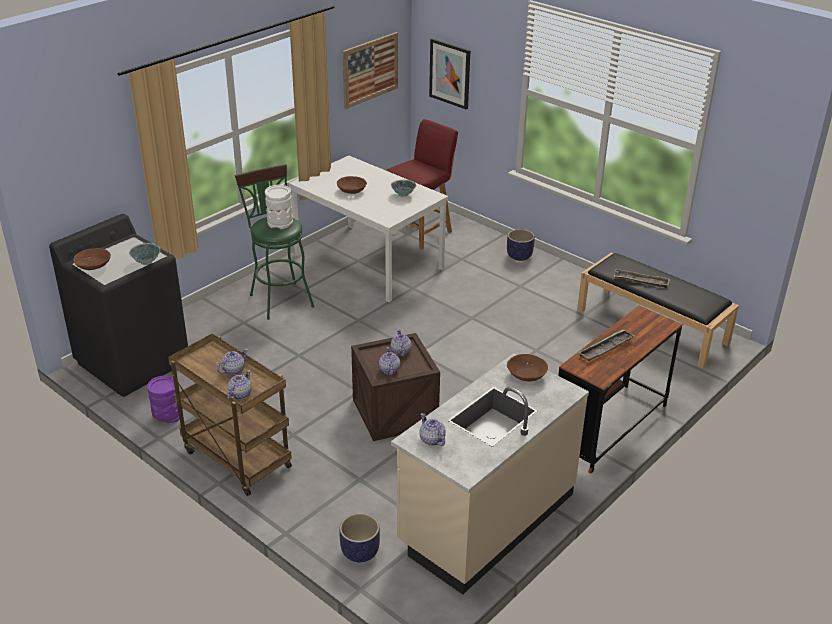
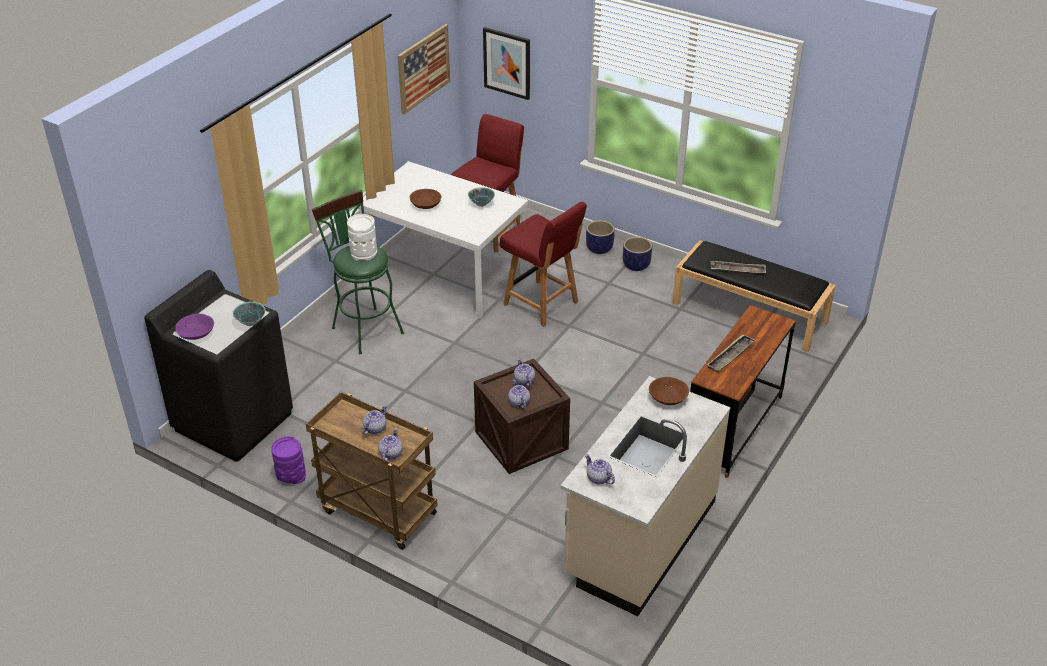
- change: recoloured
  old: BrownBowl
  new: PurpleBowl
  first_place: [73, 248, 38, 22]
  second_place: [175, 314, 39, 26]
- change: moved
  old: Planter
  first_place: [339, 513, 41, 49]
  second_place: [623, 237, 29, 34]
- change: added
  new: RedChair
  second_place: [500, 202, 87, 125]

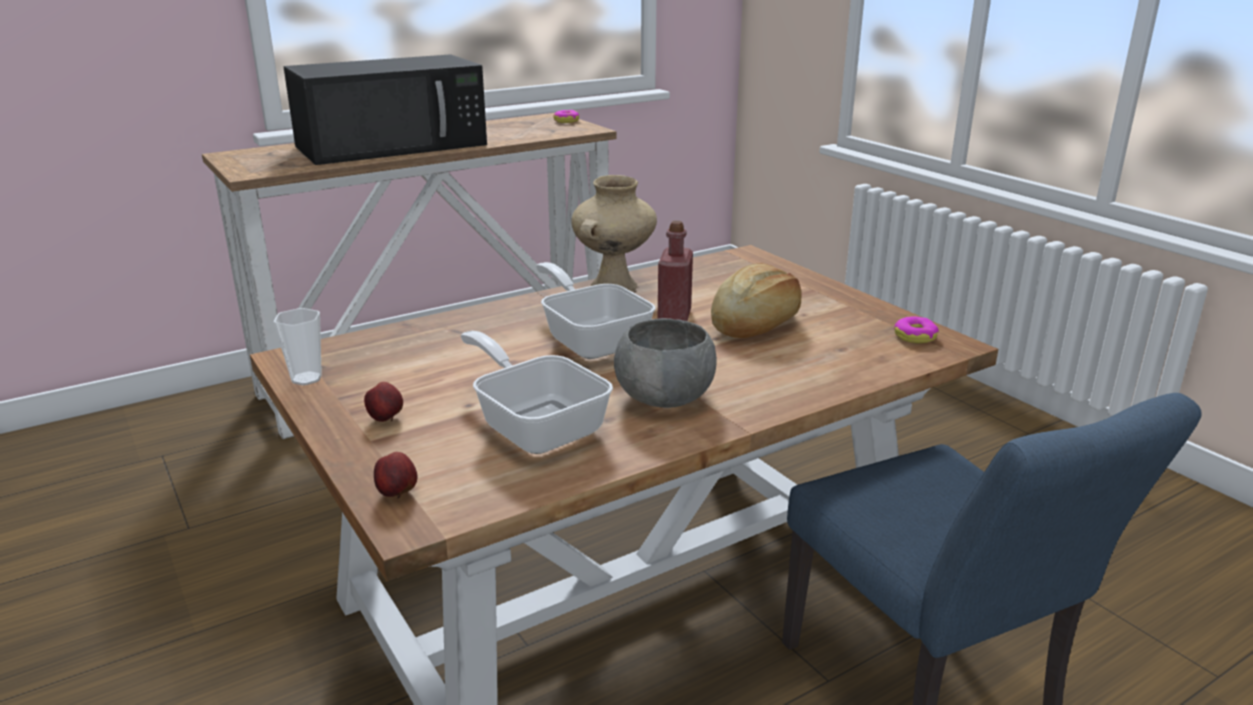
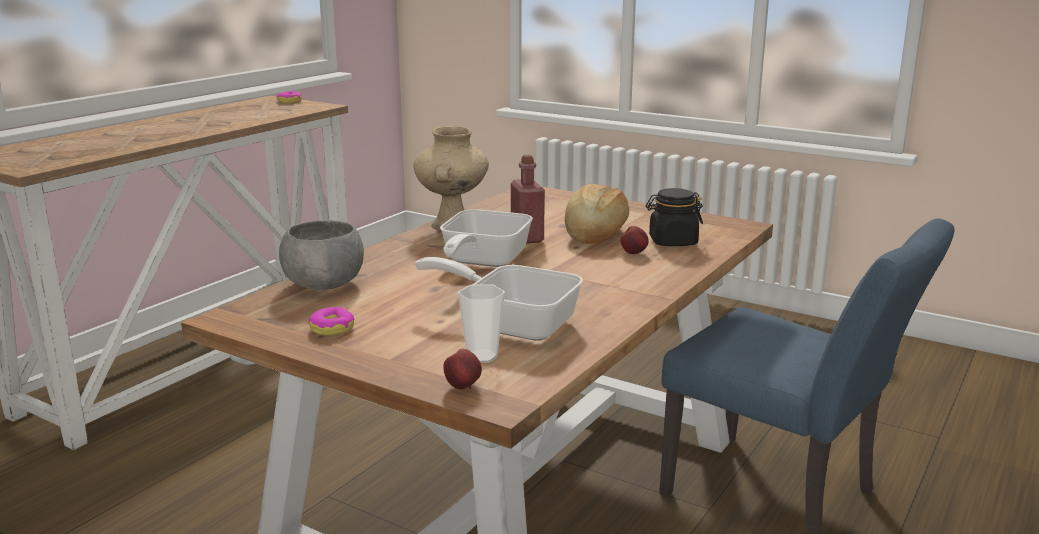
- change: removed
  old: BlackMicrowave
  first_place: [284, 54, 203, 111]
- change: turned
  old: FryingPan
  first_place: [536, 262, 119, 97]
  second_place: [440, 209, 93, 58]
  degrees: -105
- change: moved
  old: Cup
  first_place: [273, 308, 49, 77]
  second_place: [458, 284, 47, 79]
- change: moved
  old: Donut
  first_place: [893, 316, 46, 27]
  second_place: [308, 307, 47, 29]
- change: moved
  old: GreyBowl
  first_place: [614, 318, 103, 90]
  second_place: [279, 220, 85, 70]
- change: moved
  old: Apple
  first_place: [364, 382, 39, 40]
  second_place: [620, 226, 29, 28]
- change: added
  new: BlackJar
  second_place: [646, 188, 57, 58]

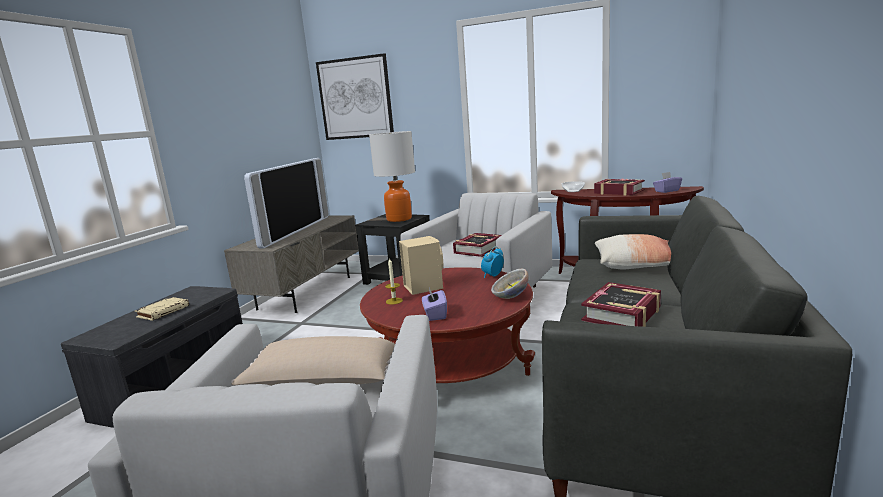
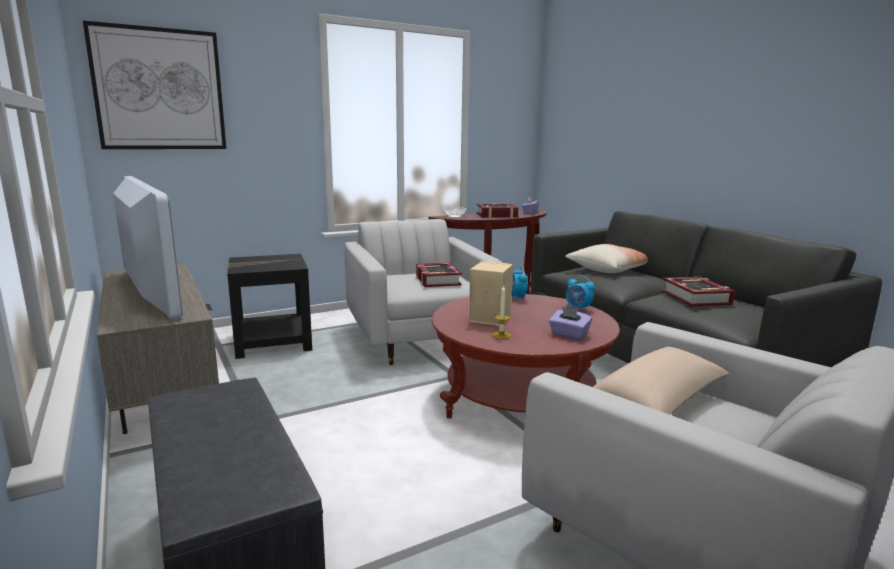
- change: removed
  old: TableLamp
  first_place: [369, 131, 46, 91]
- change: replaced
  old: Bowl
  new: AlarmClock
  first_place: [491, 269, 38, 30]
  second_place: [566, 275, 29, 37]
- change: removed
  old: BeigeBook
  first_place: [135, 297, 54, 24]

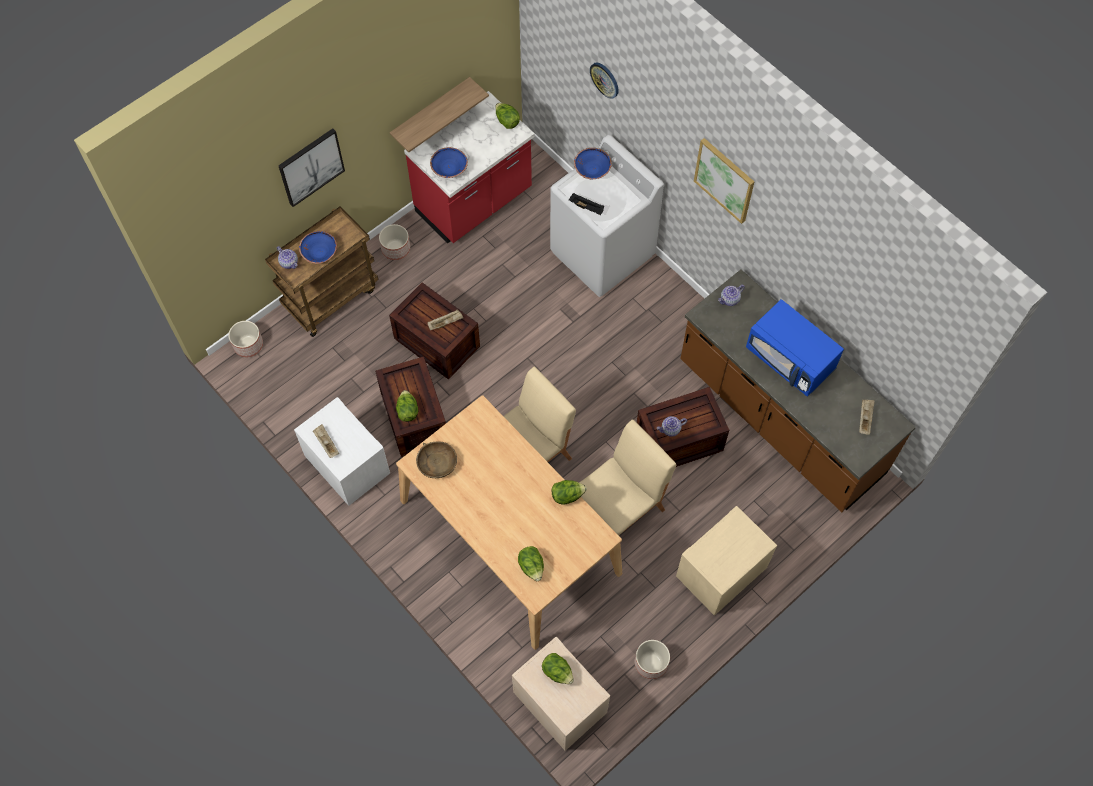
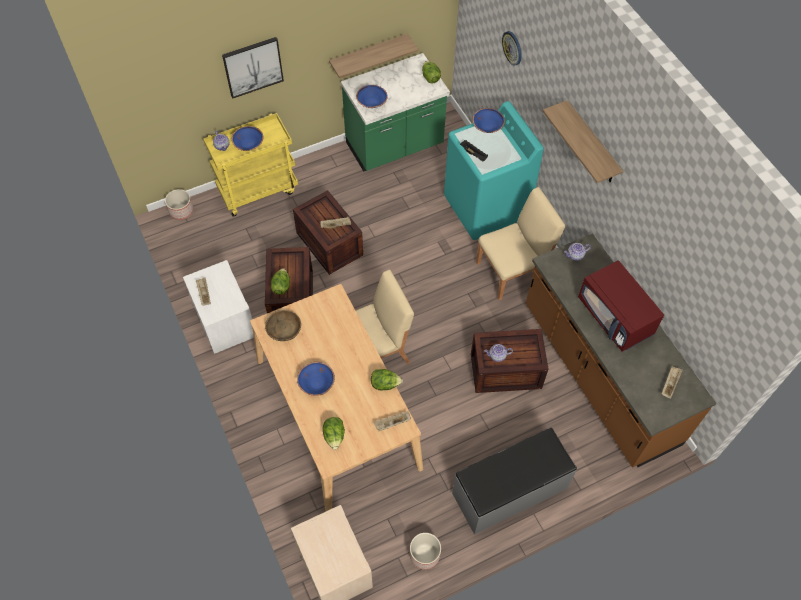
- change: recoloured
  old: RedCounter
  new: GreenCounter
  first_place: [404, 91, 131, 152]
  second_place: [341, 53, 109, 119]
- change: recoloured
  old: WhiteWashingMachine
  new: TurquoiseWashingMachine
  first_place: [550, 135, 114, 162]
  second_place: [444, 101, 100, 139]
- change: replaced
  old: Picture
  new: Shelf
  first_place: [694, 138, 60, 86]
  second_place: [543, 100, 80, 83]
- change: recoloured
  old: BrownCart
  new: YellowCart
  first_place: [265, 206, 113, 131]
  second_place: [204, 113, 94, 104]
- change: removed
  old: Planter
  first_place: [379, 224, 31, 36]
- change: recoloured
  old: BlueMicrowave
  new: RedMicrowave
  first_place: [746, 299, 98, 98]
  second_place: [578, 260, 86, 92]
- change: moved
  old: BeigeChair
  first_place: [579, 419, 97, 117]
  second_place: [476, 187, 89, 113]
- change: replaced
  old: BeigeNightstand
  new: GreyBench
  first_place: [676, 506, 101, 110]
  second_place: [452, 428, 125, 107]
- change: removed
  old: Lettuce
  first_place: [542, 653, 32, 31]
- change: added
  new: BlueBowl
  second_place: [297, 362, 38, 34]
- change: added
  new: BeigeTray
  second_place: [374, 411, 37, 20]

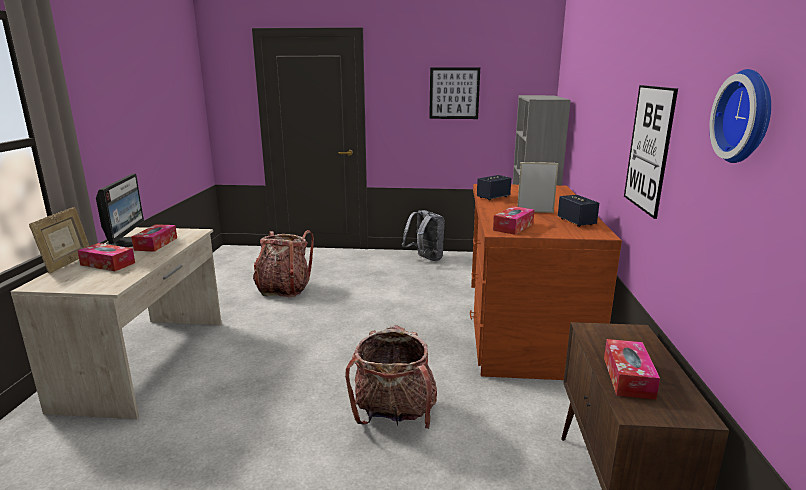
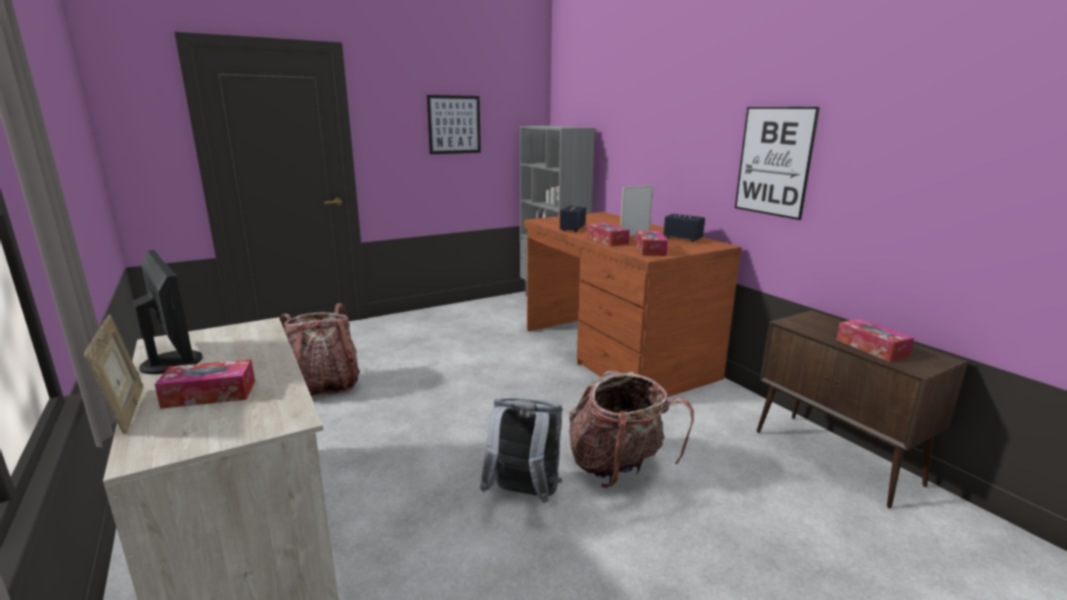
- change: removed
  old: WallClock
  first_place: [709, 69, 62, 94]
- change: moved
  old: GreyBackpack
  first_place: [402, 210, 43, 51]
  second_place: [480, 398, 83, 105]
- change: moved
  old: TissueBox
  first_place: [131, 224, 46, 28]
  second_place: [587, 223, 43, 24]

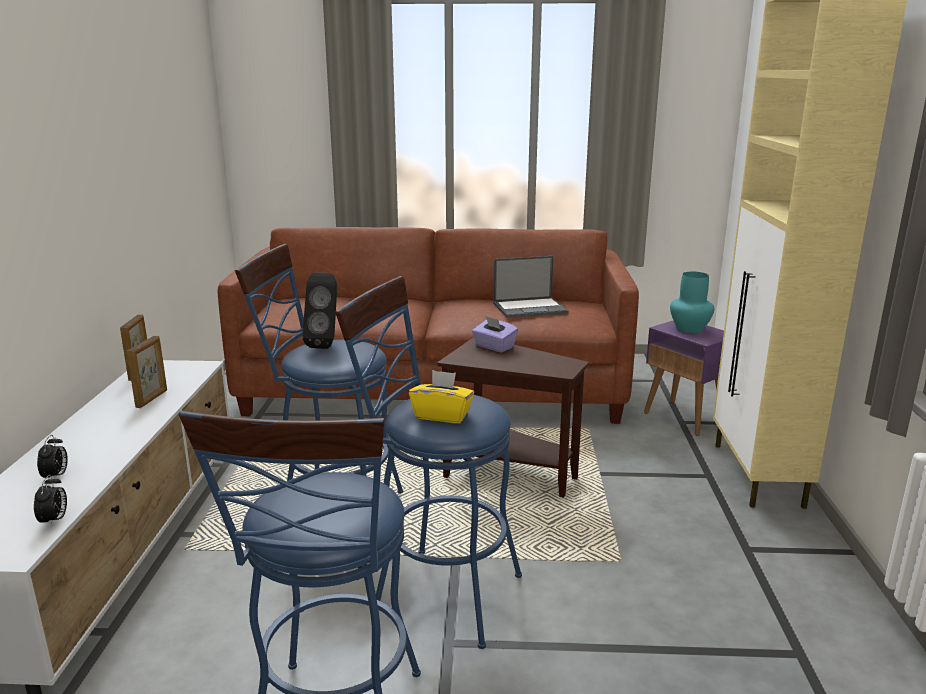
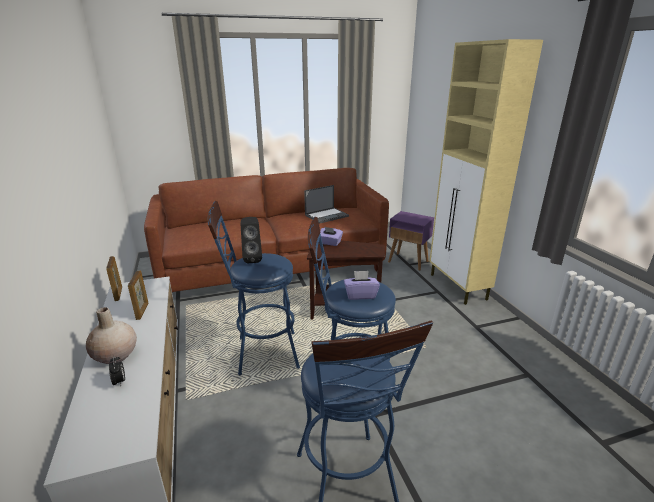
- change: removed
  old: TurquoiseVase
  first_place: [670, 272, 44, 61]
- change: recoloured
  old: YellowTissueBox
  new: PurpleTissueBox
  first_place: [409, 370, 65, 53]
  second_place: [344, 271, 36, 29]
- change: removed
  old: AlarmClock
  first_place: [34, 475, 33, 53]
- change: added
  new: BeigeVase
  second_place: [86, 307, 51, 57]

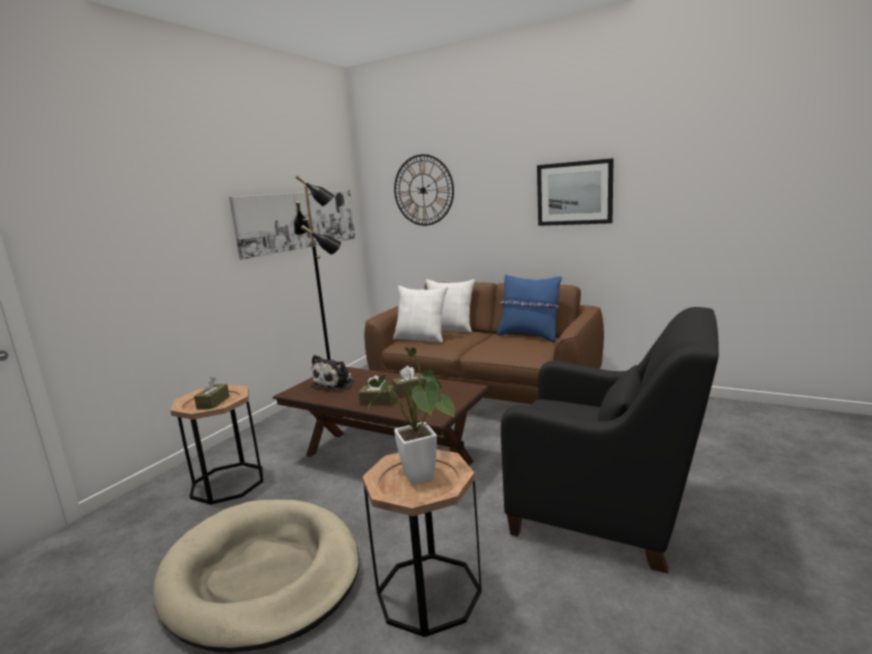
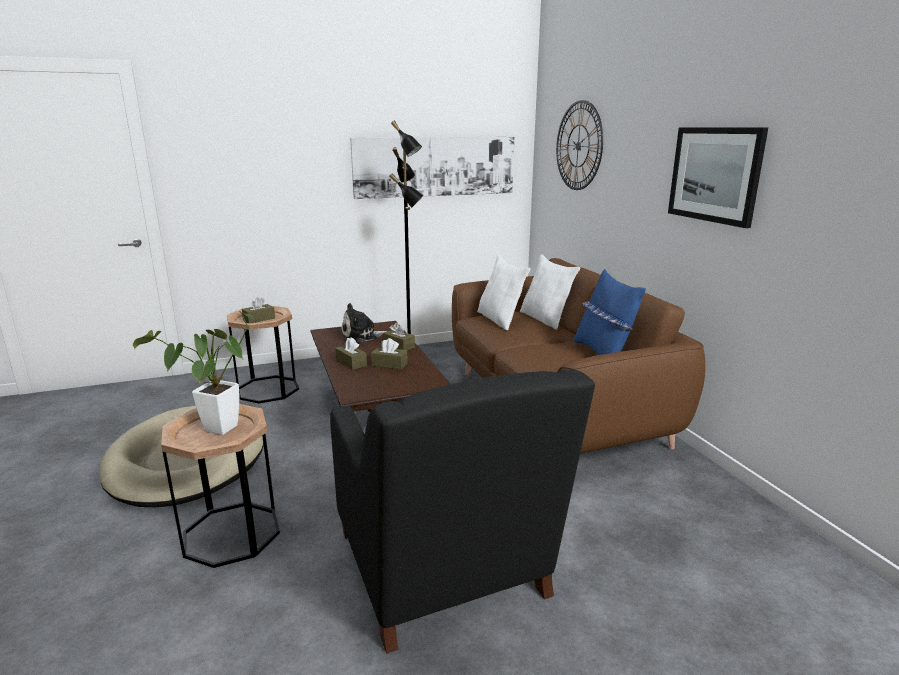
- change: added
  new: BrownTissueBox
  second_place: [383, 322, 32, 28]

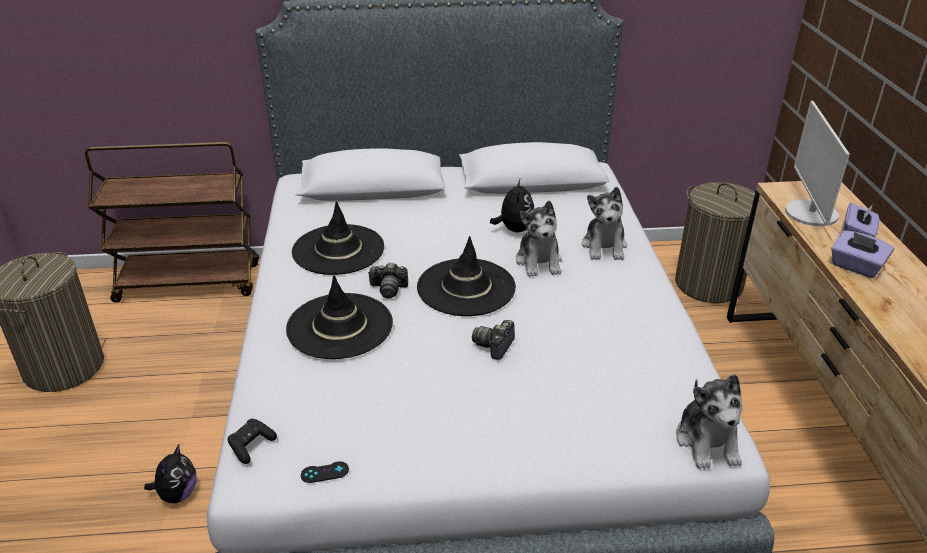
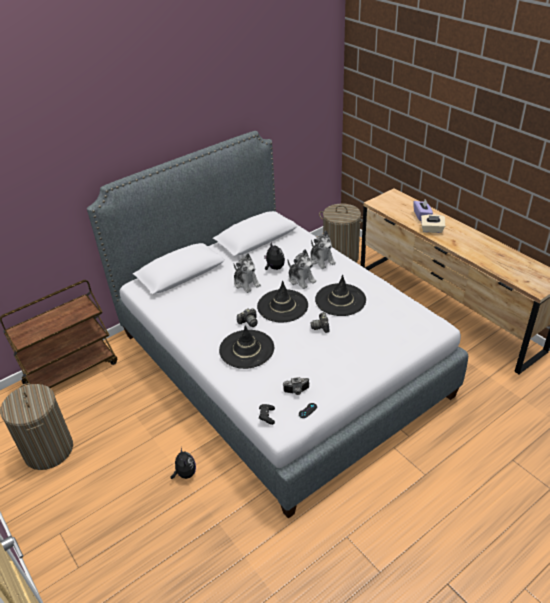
- change: removed
  old: Monitor
  first_place: [785, 101, 65, 125]
- change: moved
  old: BlackHat
  first_place: [292, 201, 92, 74]
  second_place: [315, 275, 51, 41]
- change: recoloured
  old: PurpleTissueBox
  new: BeigeTissueBox
  first_place: [831, 231, 63, 47]
  second_place: [421, 214, 24, 19]
- change: moved
  old: PlushToy
  first_place: [676, 374, 67, 95]
  second_place: [234, 253, 27, 40]
- change: added
  new: PhotoCamera
  second_place: [283, 377, 26, 18]

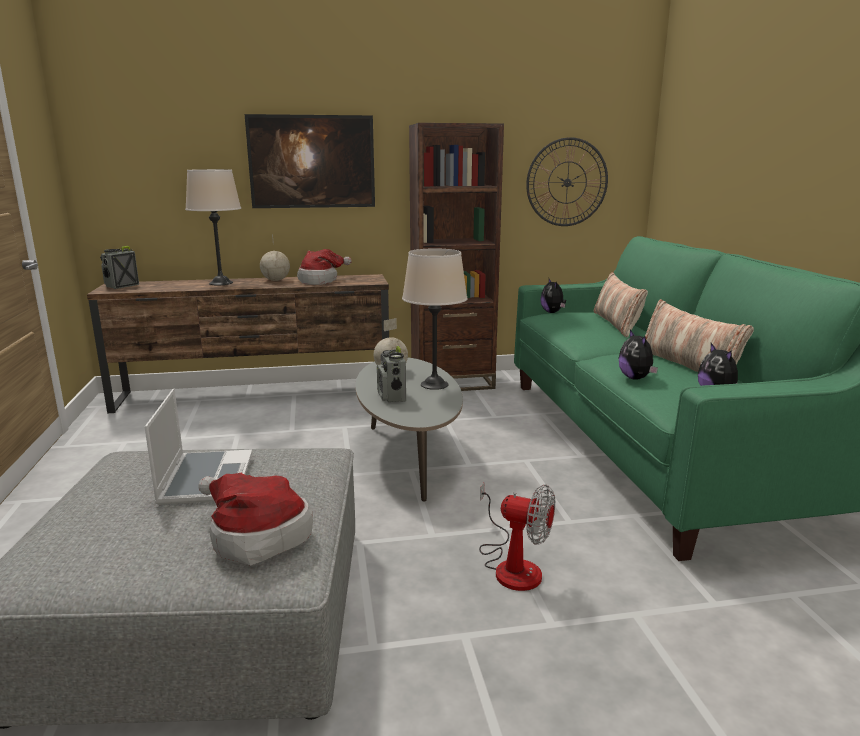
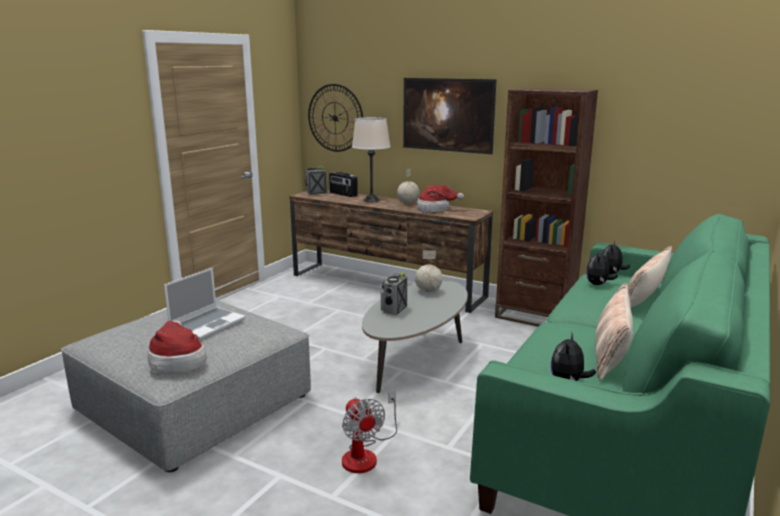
- change: moved
  old: WallClock
  first_place: [526, 137, 82, 89]
  second_place: [308, 84, 55, 68]
- change: removed
  old: BeigeTableLamp
  first_place: [402, 248, 66, 142]
- change: moved
  old: PlushToy
  first_place: [619, 330, 39, 50]
  second_place: [586, 251, 32, 34]
- change: added
  new: Radio
  second_place: [329, 172, 29, 25]

